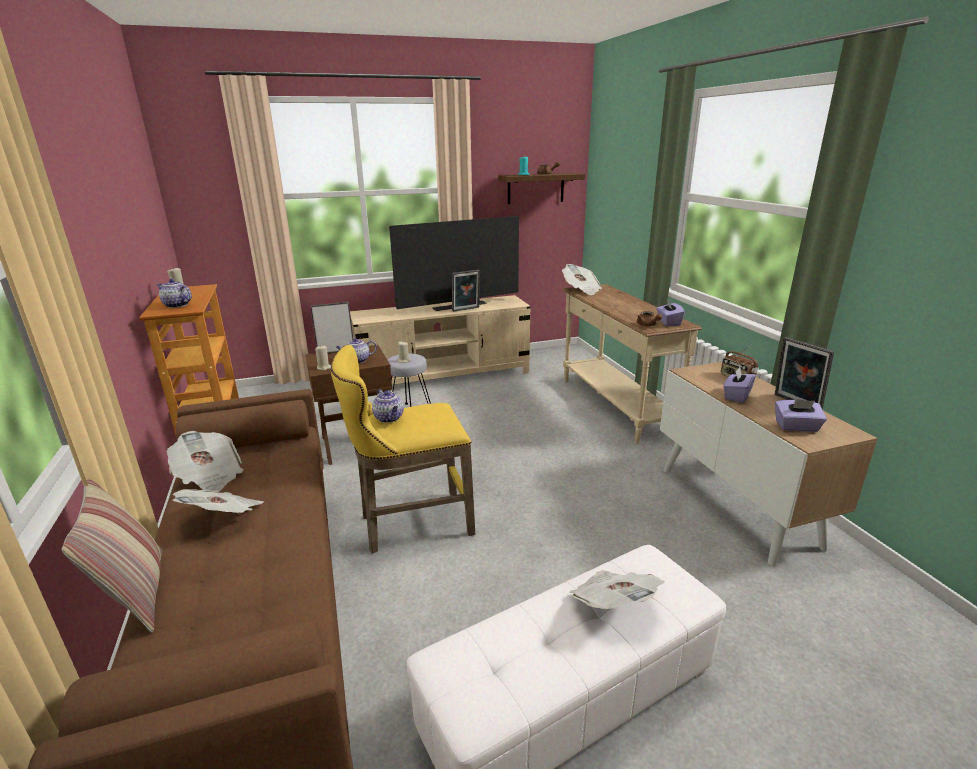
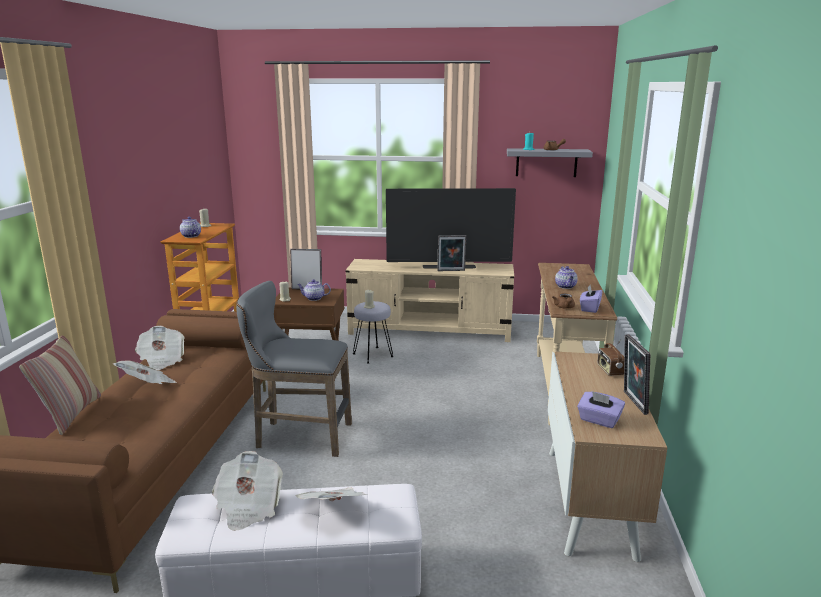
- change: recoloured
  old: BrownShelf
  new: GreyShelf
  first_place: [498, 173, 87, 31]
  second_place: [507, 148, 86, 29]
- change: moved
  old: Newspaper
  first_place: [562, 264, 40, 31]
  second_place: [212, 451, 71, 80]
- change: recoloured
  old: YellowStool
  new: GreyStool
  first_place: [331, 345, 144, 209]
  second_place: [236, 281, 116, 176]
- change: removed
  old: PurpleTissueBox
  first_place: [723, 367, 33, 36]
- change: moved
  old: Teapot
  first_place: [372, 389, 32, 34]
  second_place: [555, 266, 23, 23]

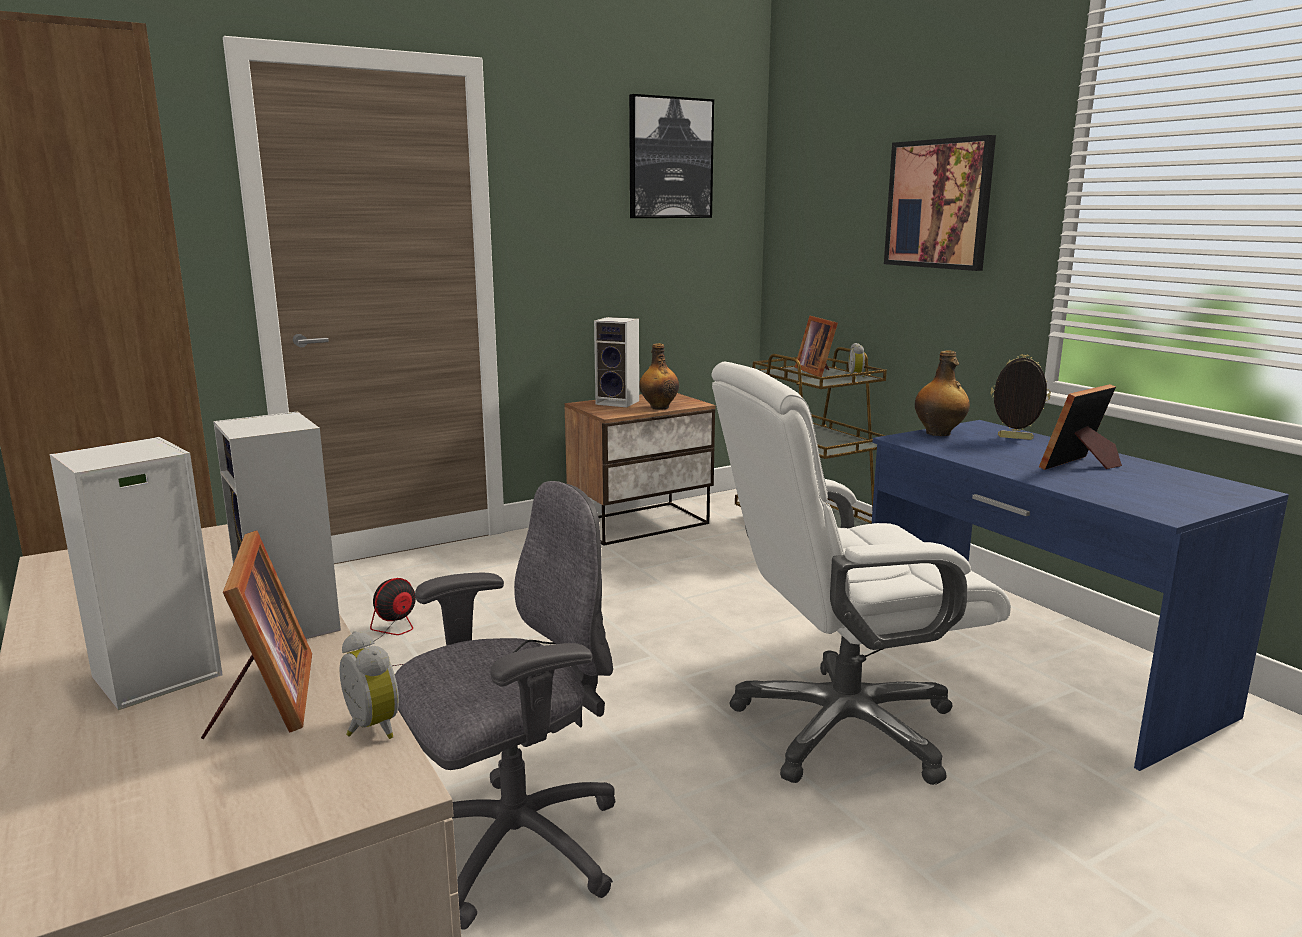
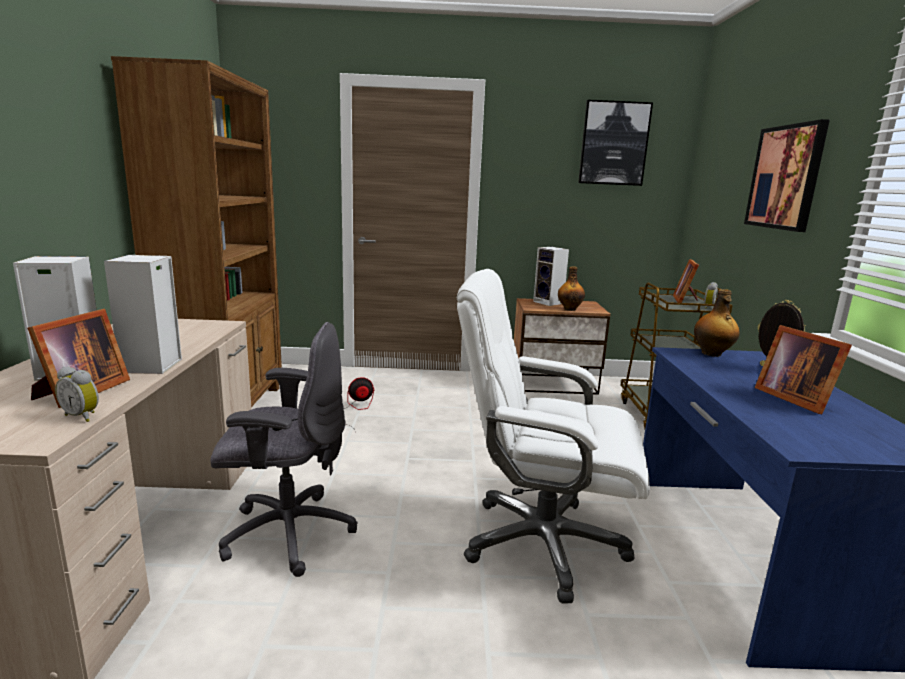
- change: turned
  old: PictureFrame
  first_place: [1039, 384, 83, 86]
  second_place: [755, 325, 97, 89]
  degrees: -105
- change: turned
  old: AlarmClock
  first_place: [340, 631, 59, 108]
  second_place: [55, 367, 44, 55]
  degrees: 120

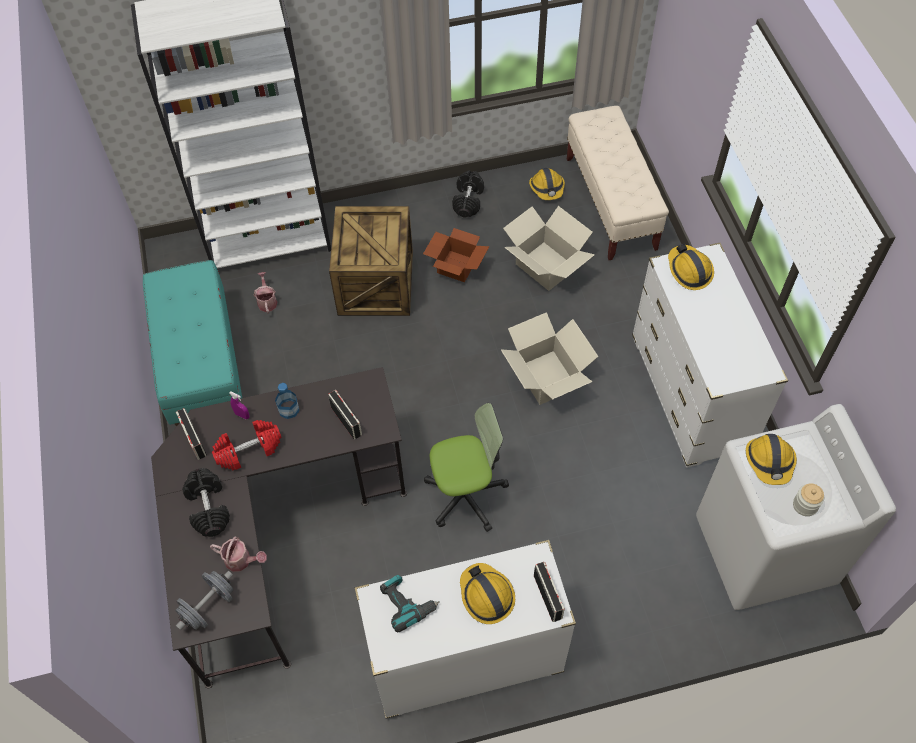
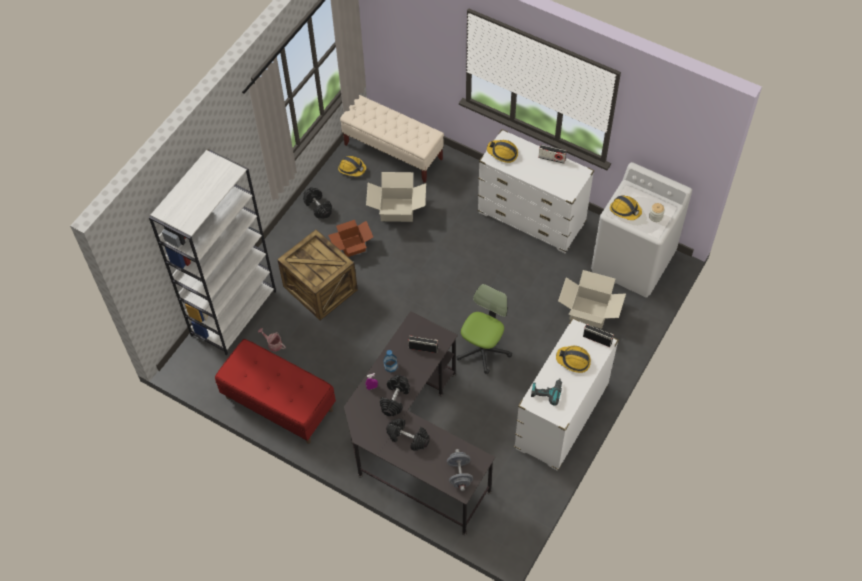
- change: recoloured
  old: TurquoiseBench
  new: RedBench
  first_place: [143, 260, 99, 167]
  second_place: [215, 339, 121, 105]
- change: moved
  old: CardboardBox
  first_place: [501, 312, 98, 93]
  second_place: [558, 270, 68, 59]
- change: moved
  old: Radio
  first_place: [176, 408, 31, 52]
  second_place: [538, 145, 29, 19]
- change: recoloured
  old: RedDumbbell
  new: BlackDumbbell
  first_place: [212, 420, 69, 51]
  second_place: [380, 375, 30, 41]
- change: removed
  old: WateringCan
  first_place: [210, 537, 57, 35]

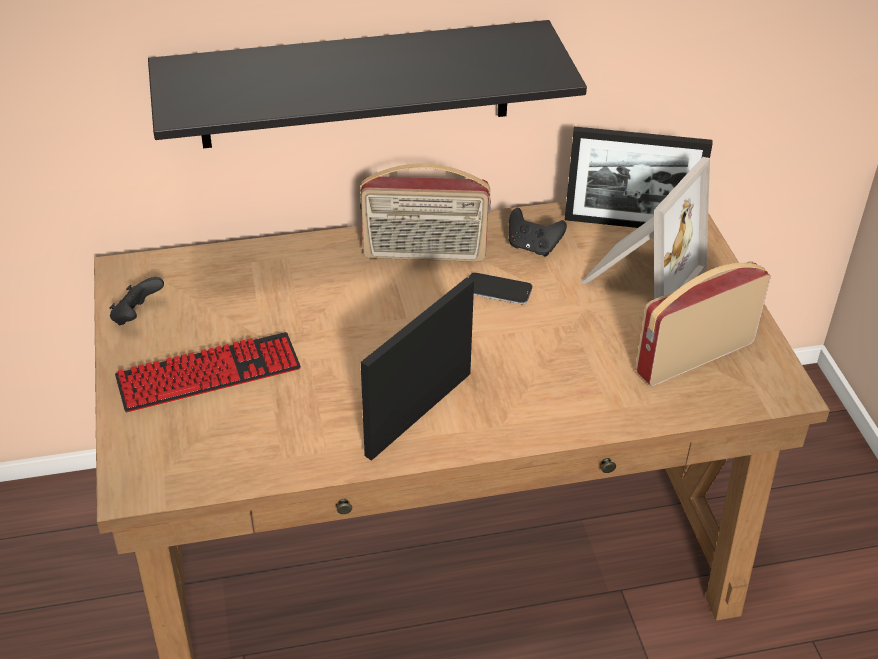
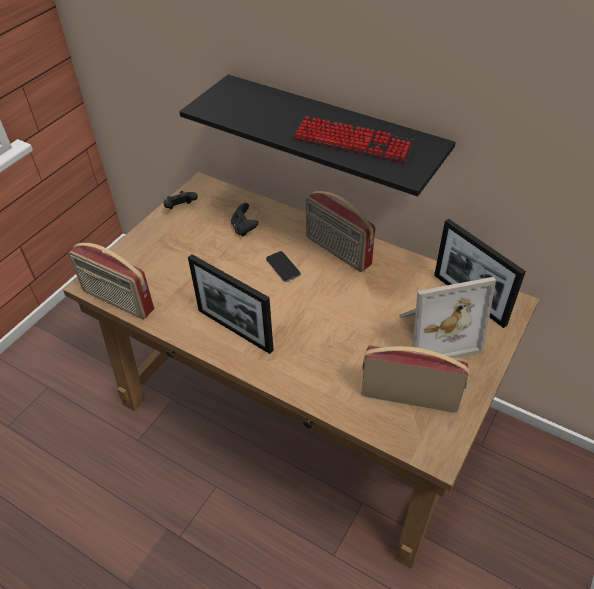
- change: moved
  old: BlackGameController
  first_place: [509, 208, 58, 48]
  second_place: [231, 203, 27, 33]
- change: moved
  old: Phone
  first_place: [469, 273, 63, 31]
  second_place: [266, 251, 35, 31]
- change: turned
  old: PictureFrame
  first_place: [361, 277, 113, 184]
  second_place: [188, 254, 86, 100]
  degrees: -135
- change: moved
  old: Keyboard
  first_place: [115, 332, 186, 80]
  second_place: [292, 116, 123, 47]
- change: added
  new: Radio
  second_place: [68, 243, 86, 76]

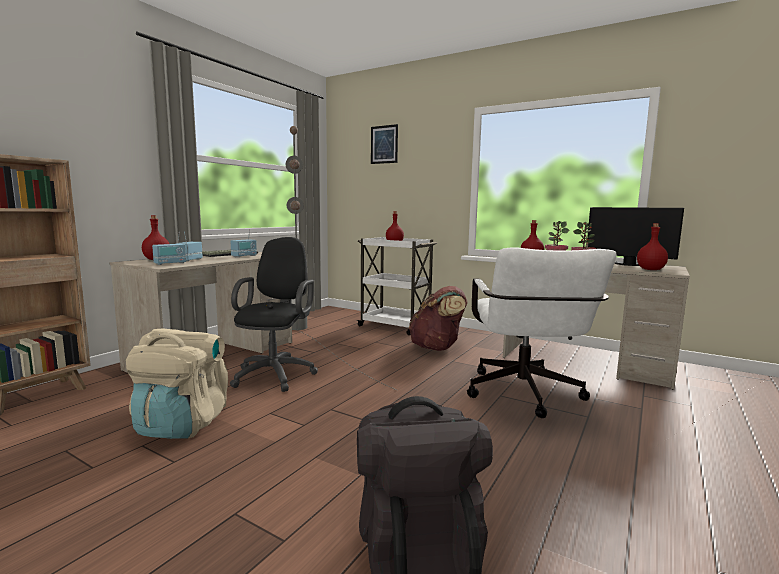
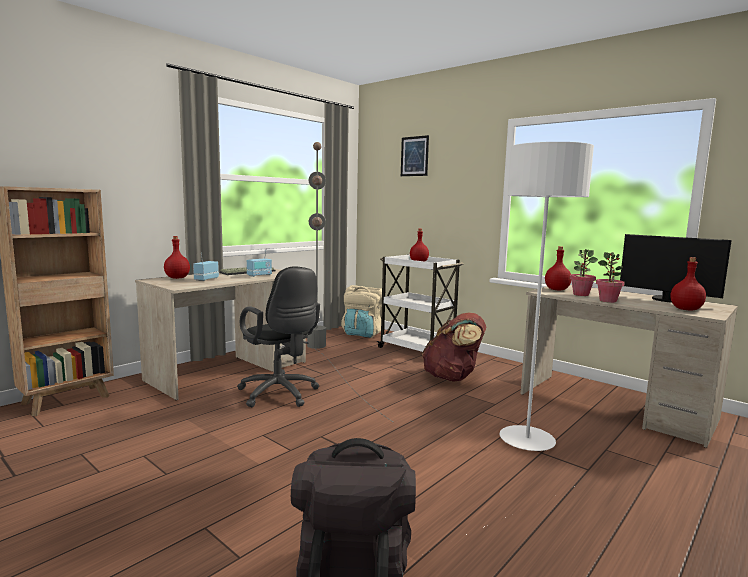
- change: removed
  old: Radio
  first_place: [152, 232, 34, 33]
- change: turned
  old: BlackOfficeChair
  first_place: [230, 237, 88, 155]
  second_place: [237, 266, 83, 141]
  degrees: 120
- change: replaced
  old: WhiteOfficeChair
  new: WhiteFloorLamp
  first_place: [467, 247, 150, 171]
  second_place: [499, 142, 95, 309]
- change: moved
  old: BeigeBackpack
  first_place: [126, 328, 102, 111]
  second_place: [341, 285, 45, 53]

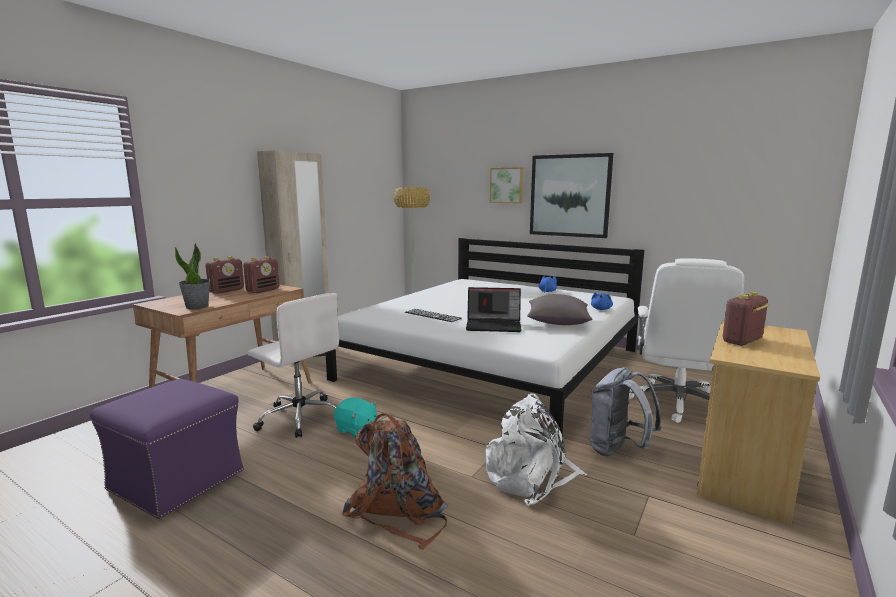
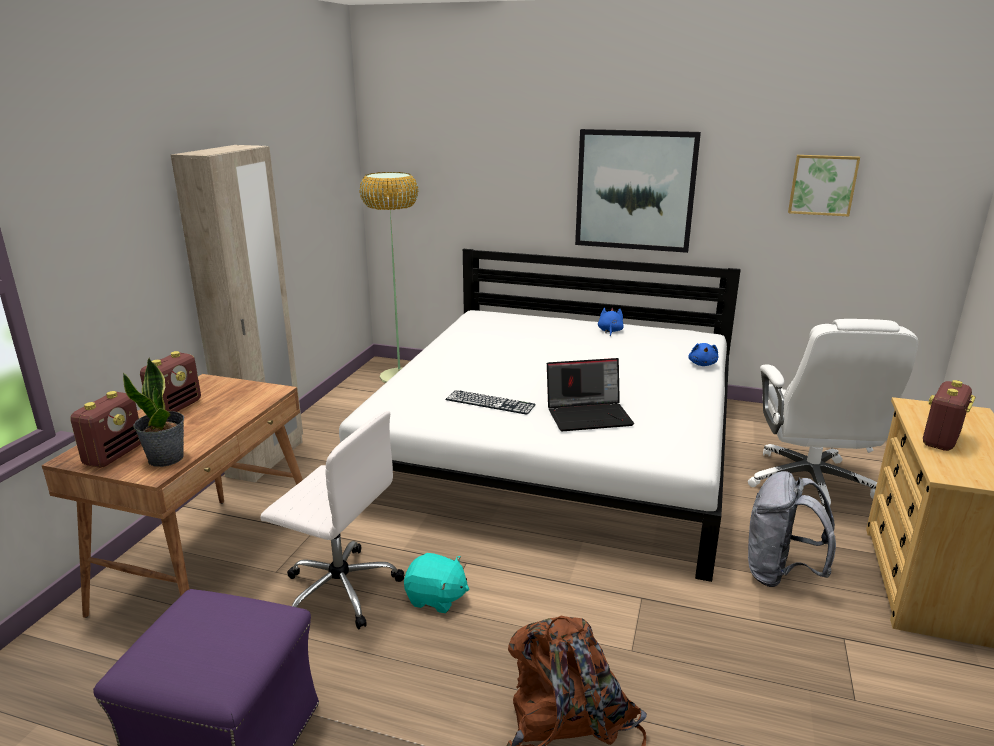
- change: moved
  old: Picture
  first_place: [490, 167, 33, 36]
  second_place: [788, 155, 72, 61]
- change: moved
  old: Radio
  first_place: [243, 256, 37, 37]
  second_place: [71, 391, 70, 77]
- change: removed
  old: GreyPillow
  first_place: [527, 294, 65, 31]
- change: removed
  old: WhiteBackpack
  first_place: [485, 394, 103, 112]

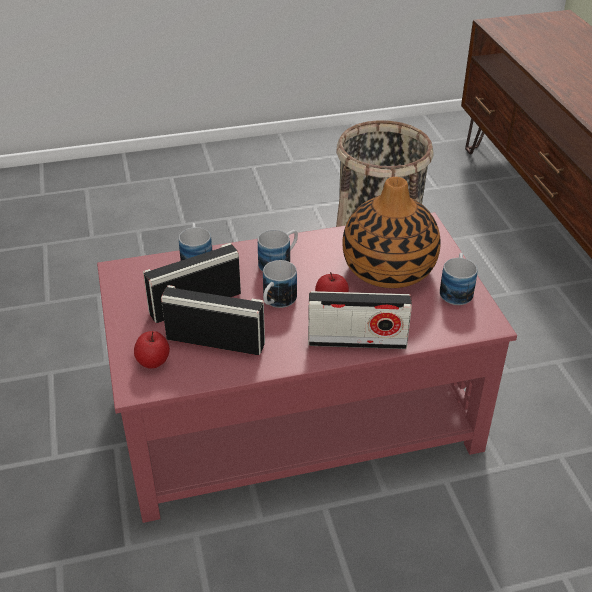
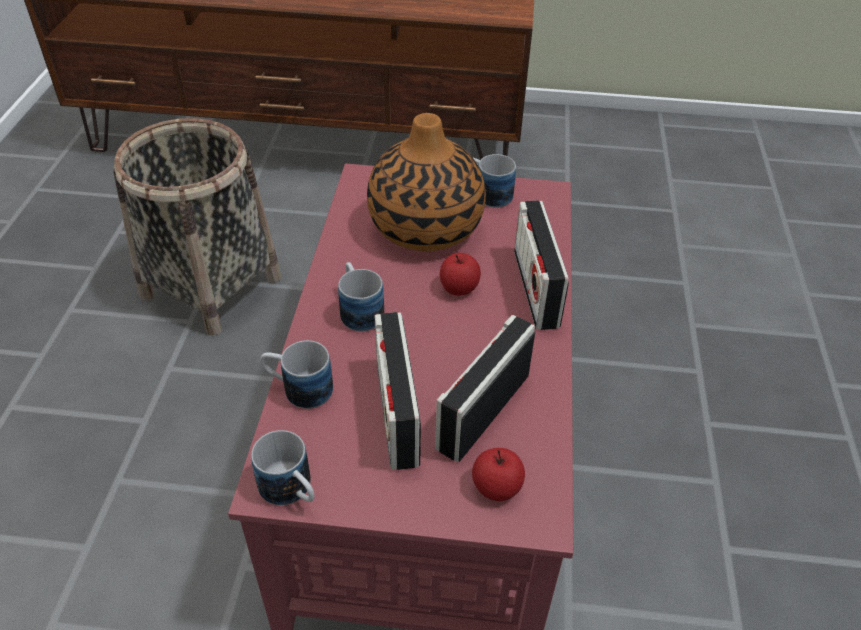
- change: moved
  old: Mug
  first_place: [263, 260, 34, 48]
  second_place: [251, 430, 64, 75]
- change: turned
  old: Radio
  first_place: [308, 291, 104, 58]
  second_place: [514, 201, 55, 129]
  degrees: 150

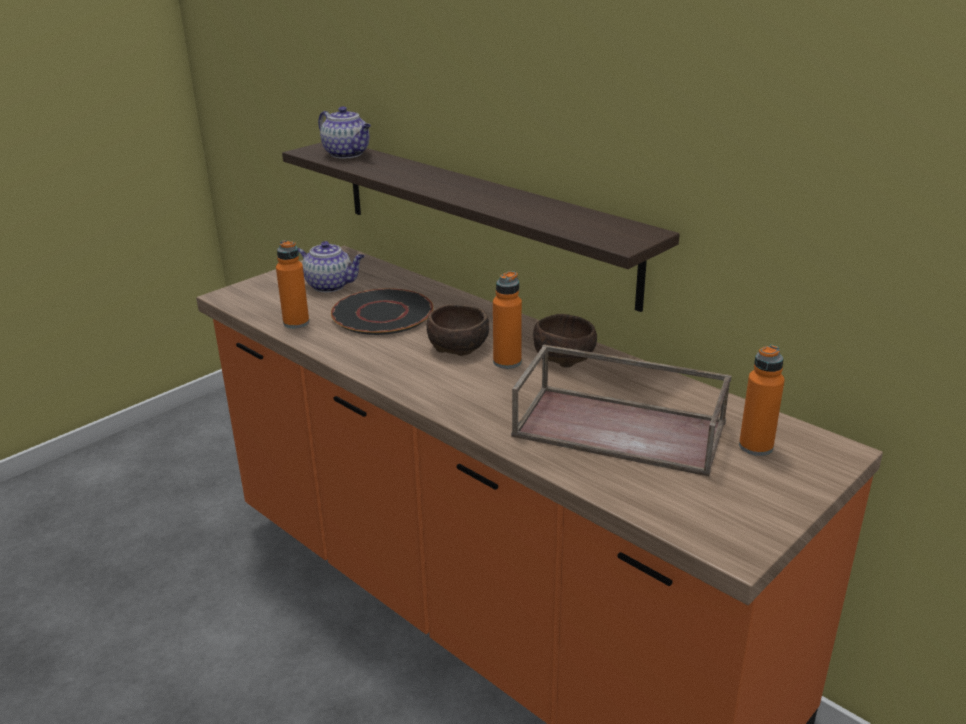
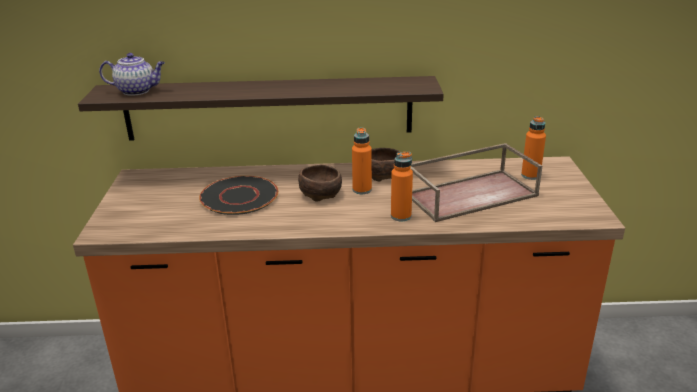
- change: moved
  old: OrangeBottle
  first_place: [276, 240, 33, 88]
  second_place: [391, 152, 22, 69]
- change: removed
  old: Teapot
  first_place: [298, 241, 67, 51]

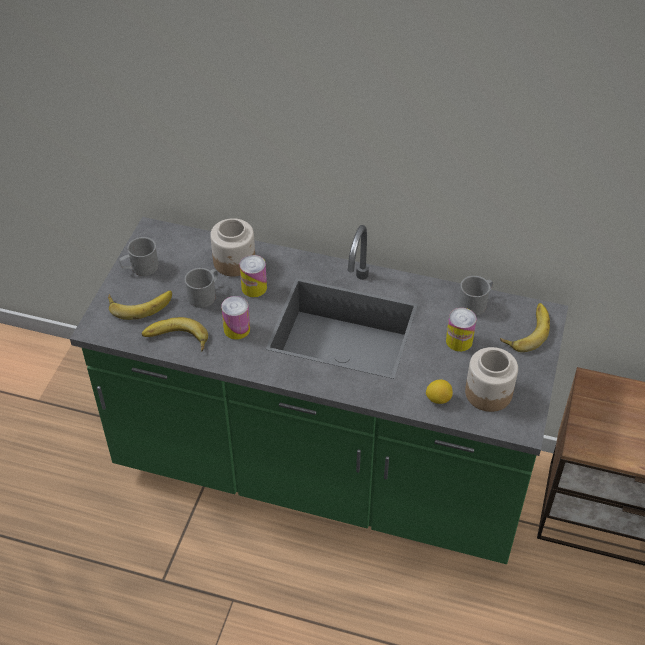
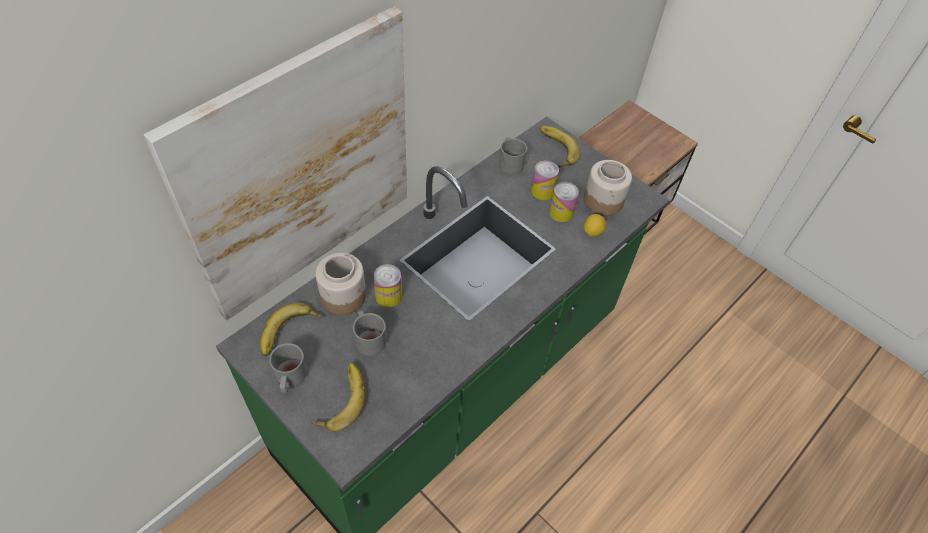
- change: moved
  old: Can
  first_place: [221, 296, 29, 44]
  second_place: [549, 182, 30, 40]
- change: moved
  old: Banana
  first_place: [142, 317, 66, 34]
  second_place: [260, 303, 61, 53]
- change: added
  new: Picture
  second_place: [144, 6, 263, 314]

